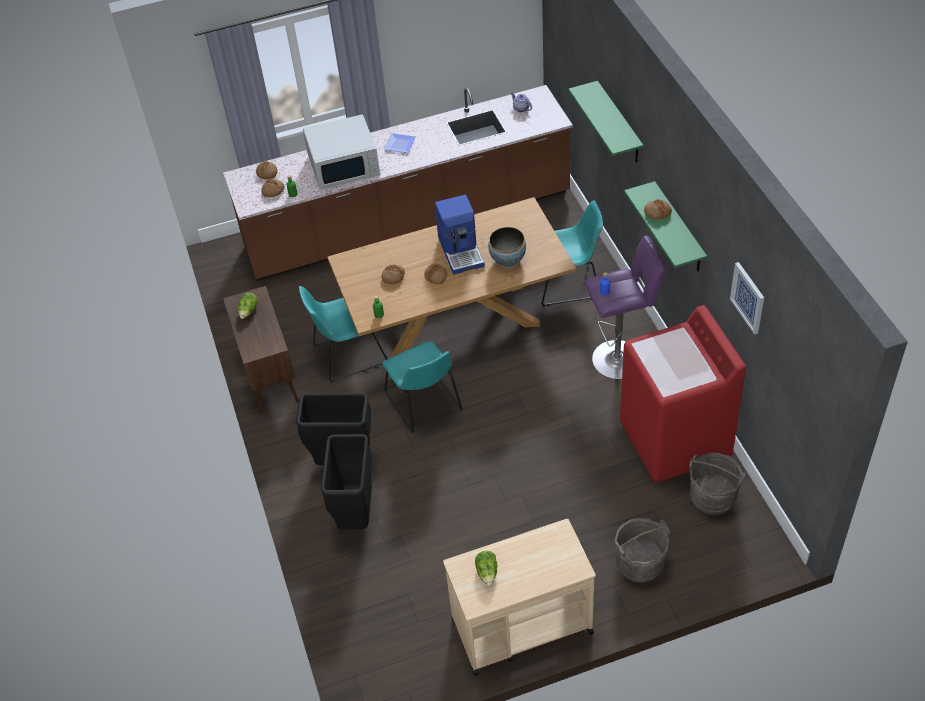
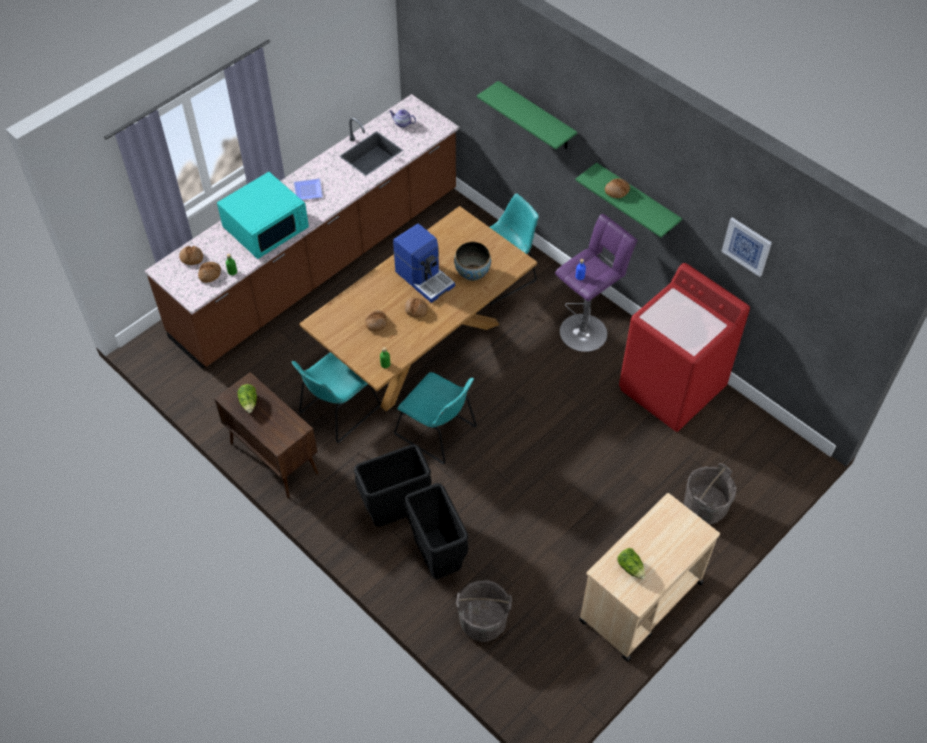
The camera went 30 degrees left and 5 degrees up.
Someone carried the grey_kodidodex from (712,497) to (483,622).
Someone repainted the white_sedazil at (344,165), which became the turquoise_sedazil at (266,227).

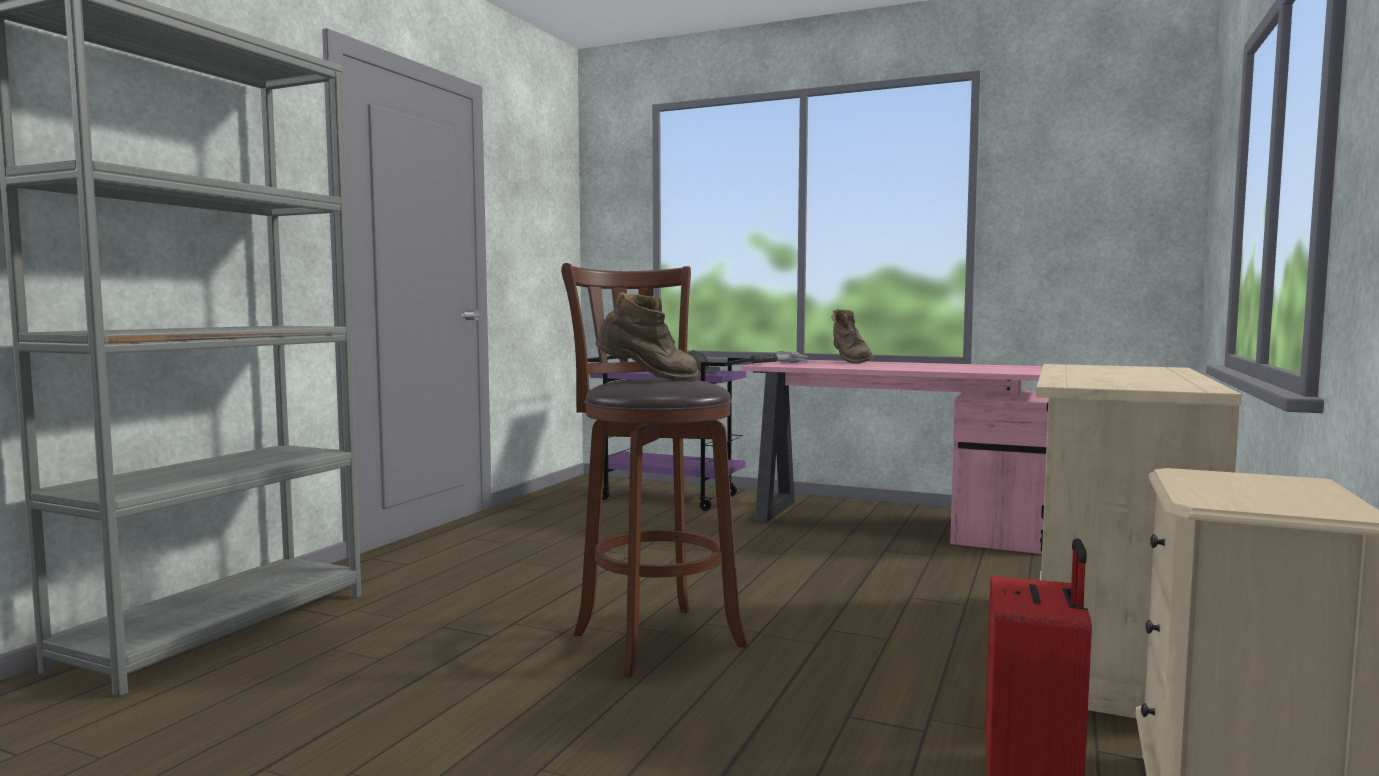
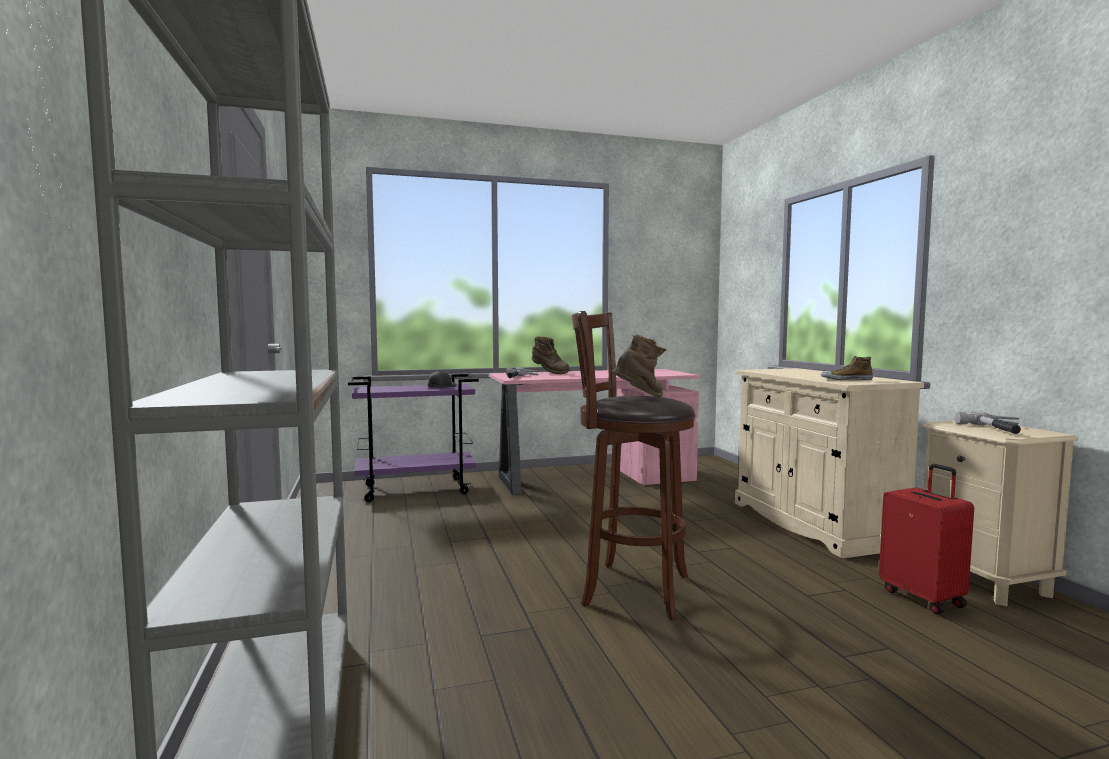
The camera went 40 degrees left and 0 degrees up.
Someone put down the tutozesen at (846,379).
Someone put down the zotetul at (1001,429).

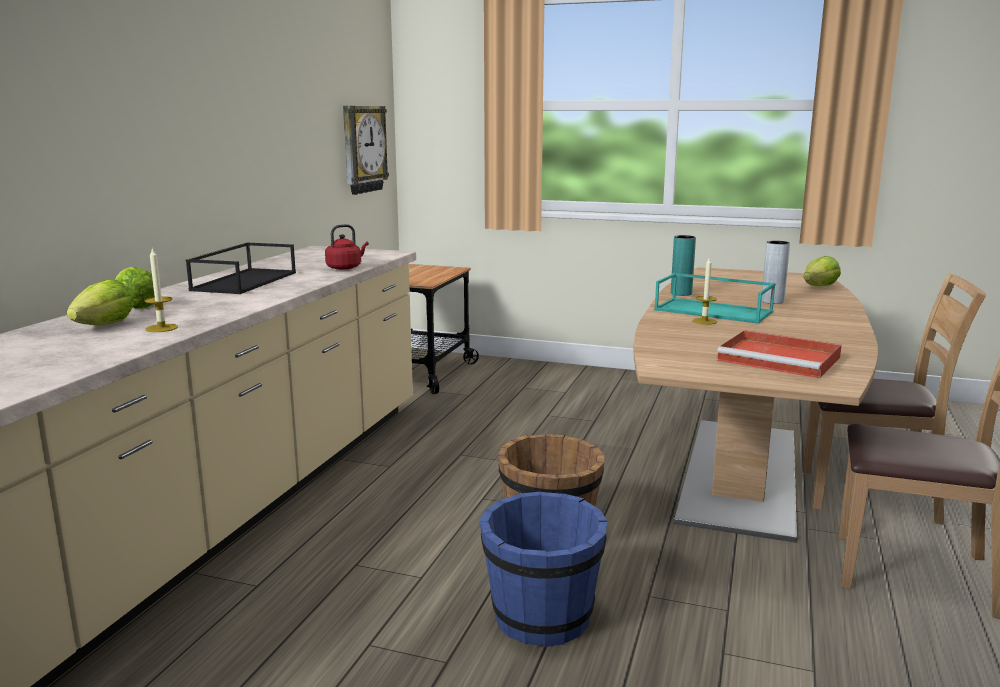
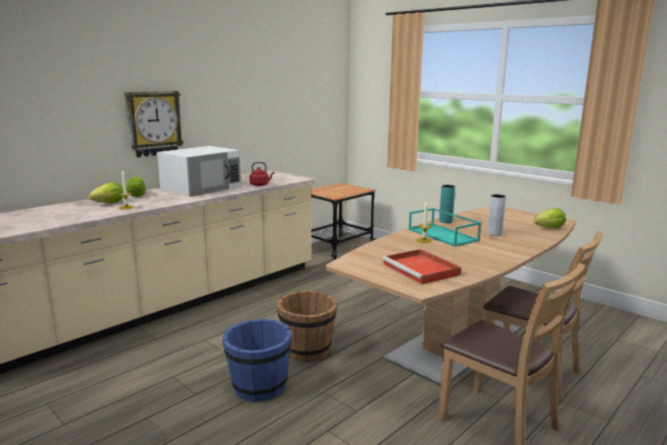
The camera went 25 degrees right and 0 degrees up.
Someone carried the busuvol from (362,149) to (153,123).
Someone swapped the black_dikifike at (244,281) for the white_sedazil at (202,187).

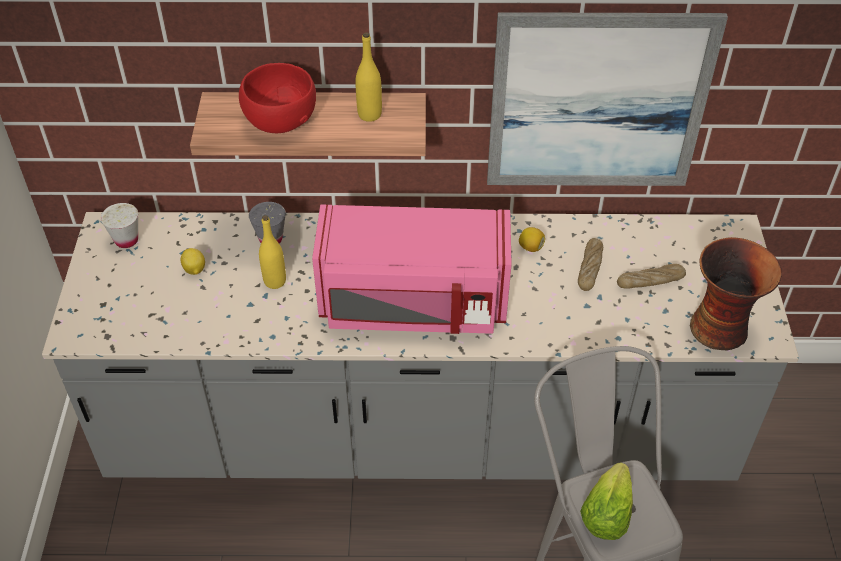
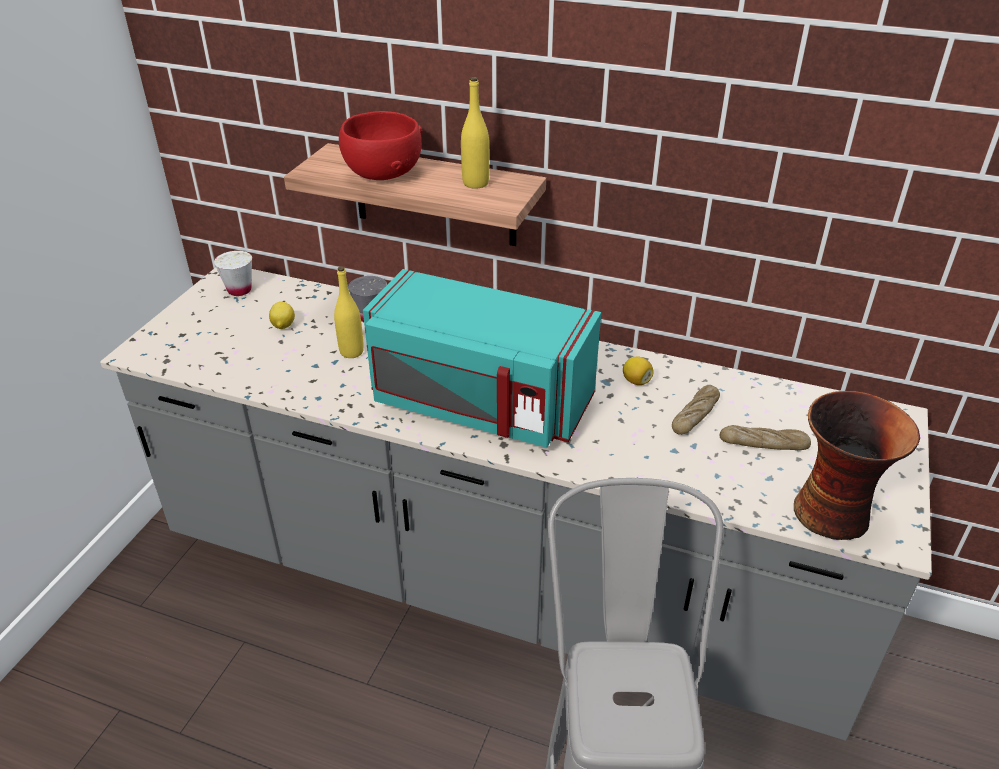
The camera went 20 degrees right and 10 degrees down.
Someone took away the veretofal at (597,103).
Someone took away the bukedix at (606,515).
Someone repainted the pink_sedazil at (413,304), which became the turquoise_sedazil at (478,403).

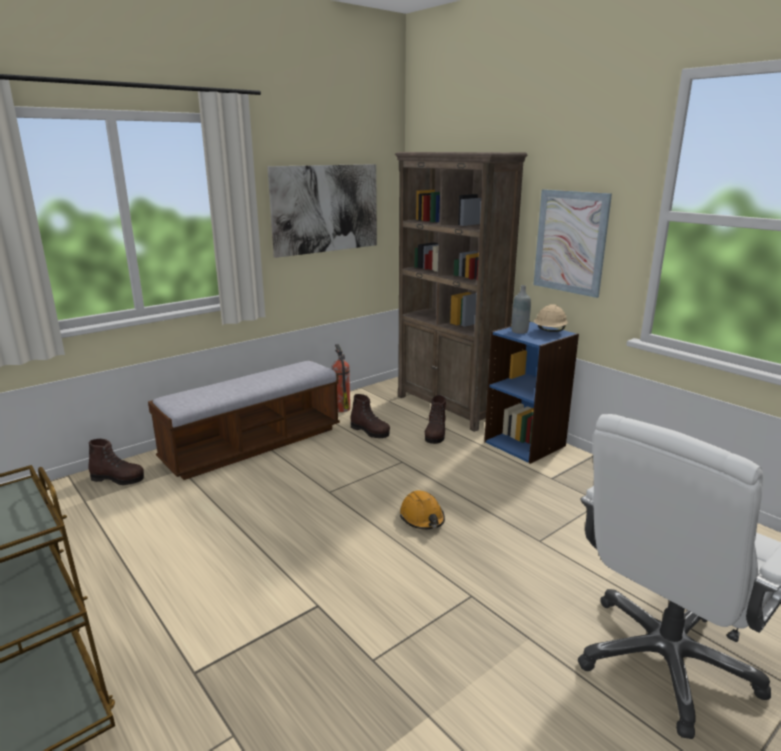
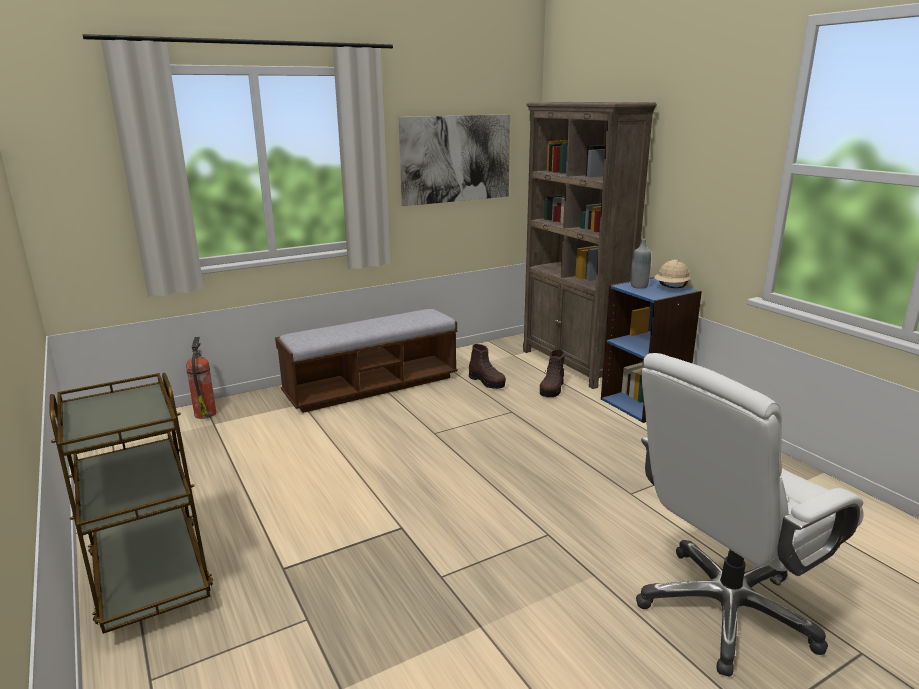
The camera went 10 degrees right and 0 degrees up.
Someone took away the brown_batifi at (118,479).
Someone took away the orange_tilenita at (422,518).
Someone took away the veretofal at (570,242).
Someone carried the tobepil from (341,408) to (205,413).

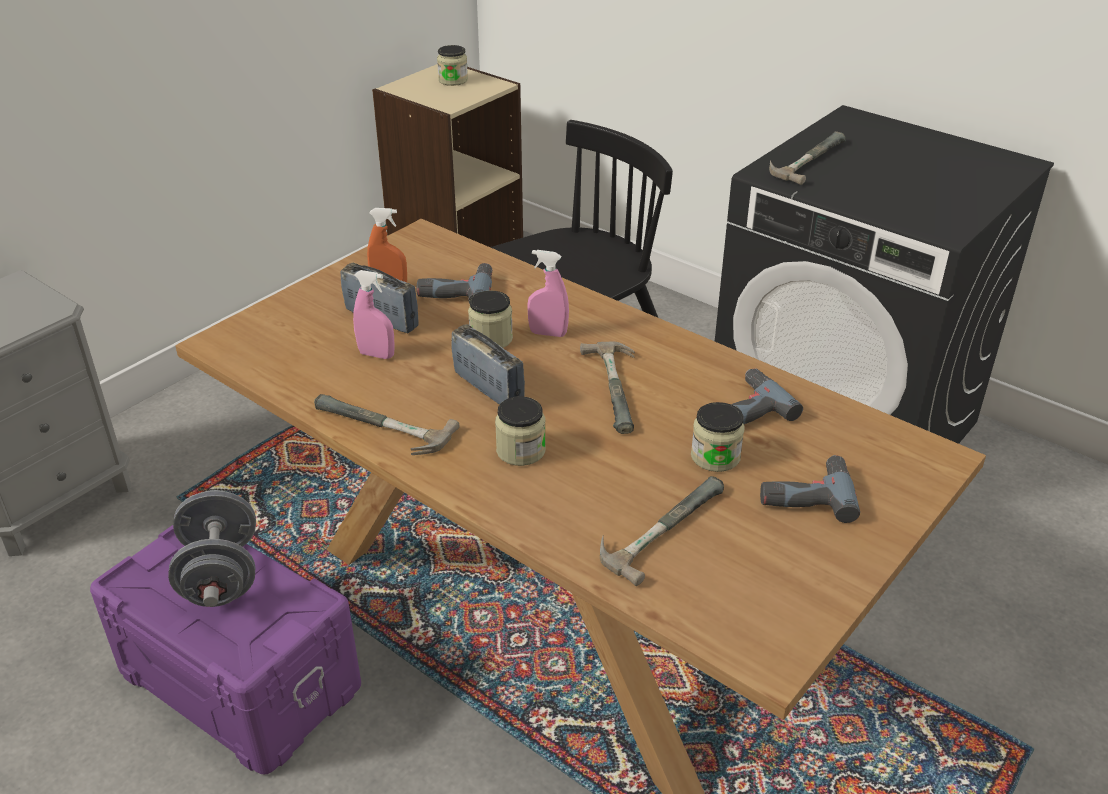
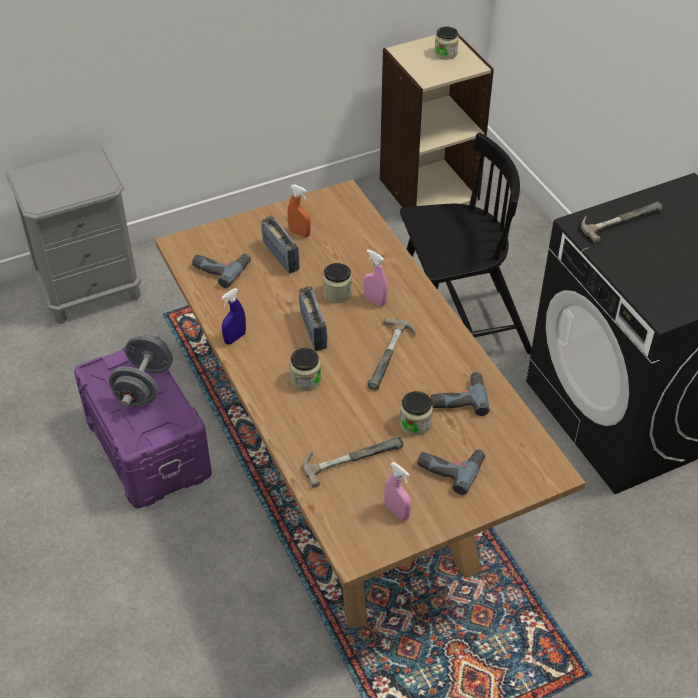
The camera went 25 degrees right and 10 degrees up.
Someone carried the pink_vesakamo from (376,355) to (397,512).
Someone carried the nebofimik from (456,290) to (221,268).
Someone swapped the zotetul at (378,430) for the blue_vesakamo at (235,338).

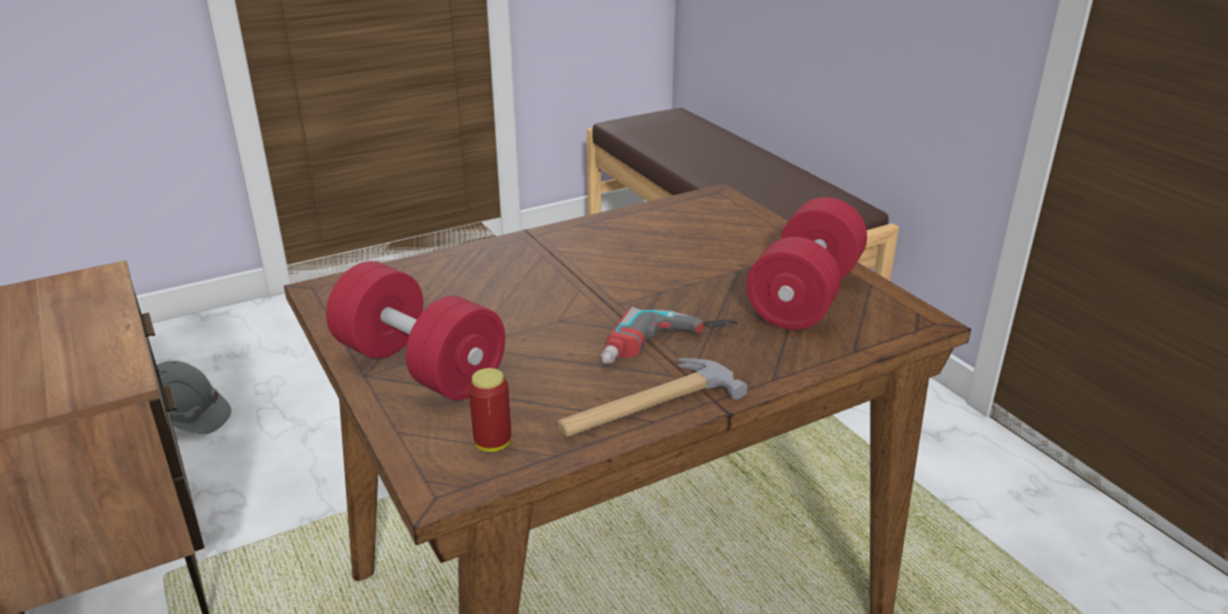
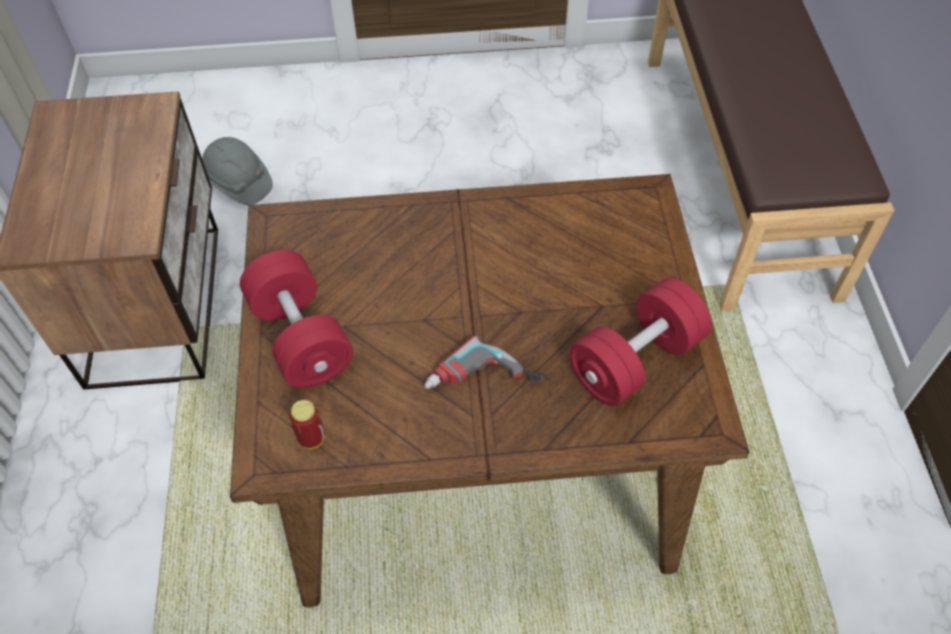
The camera went 25 degrees right and 25 degrees up.
Someone took away the zotetul at (646,405).

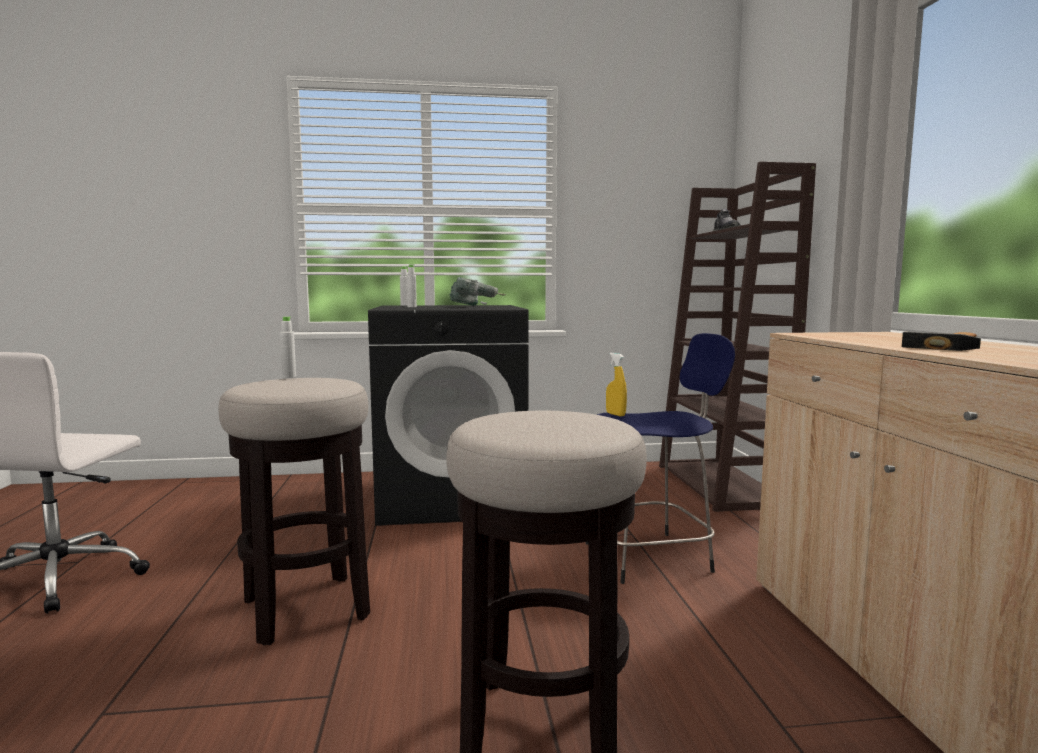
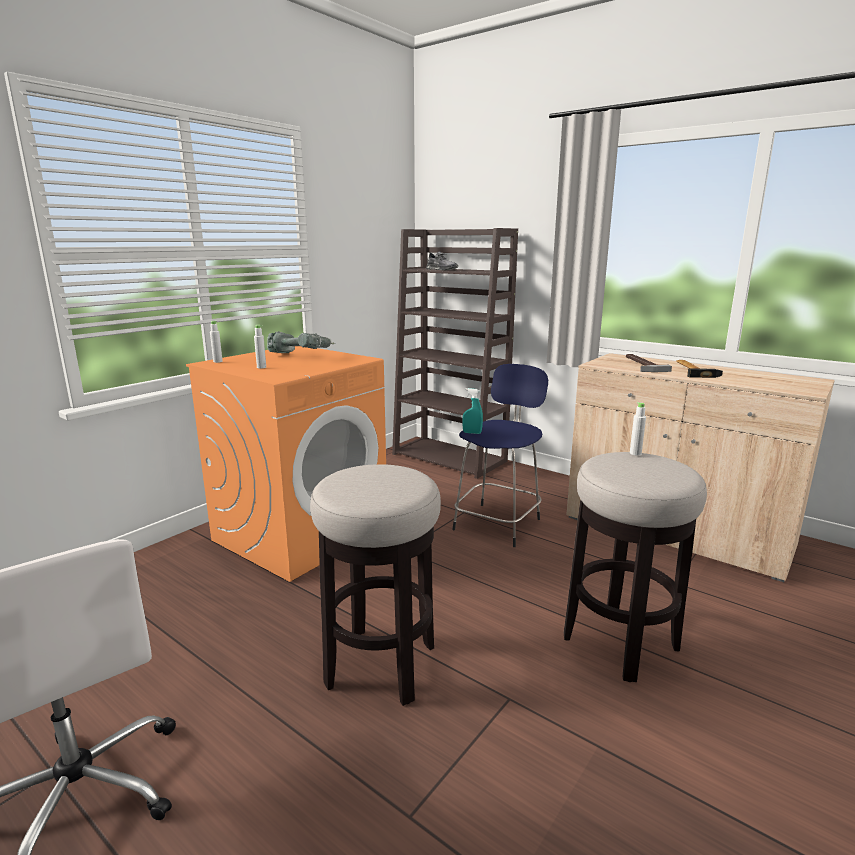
The camera went 45 degrees left and 10 degrees up.
Someone put down the zotetul at (640,364).
Someone carried the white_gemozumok from (289,377) to (635,453).
Someone repainted the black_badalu at (452,498), which became the orange_badalu at (301,533).
Someone repainted the yellow_vesakamo at (615,414), which became the turquoise_vesakamo at (472,433).

